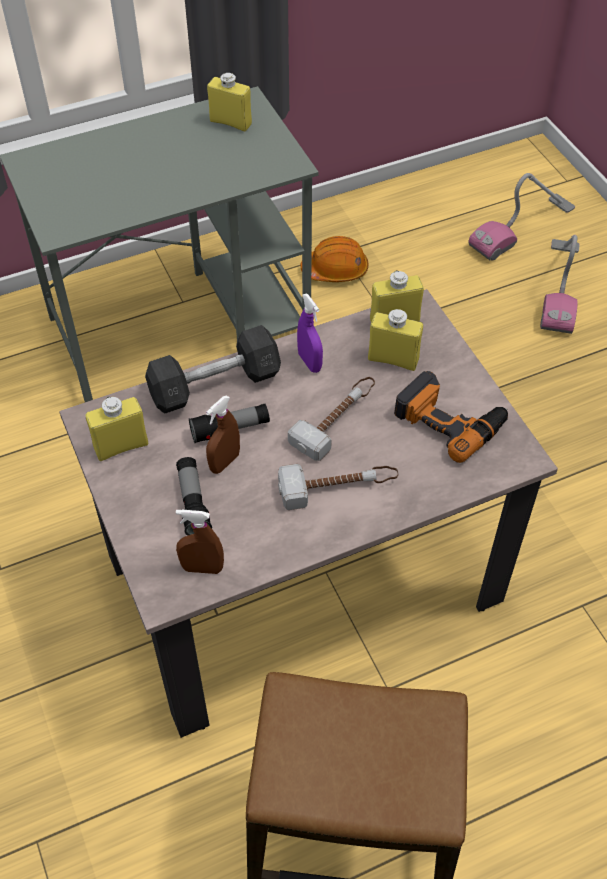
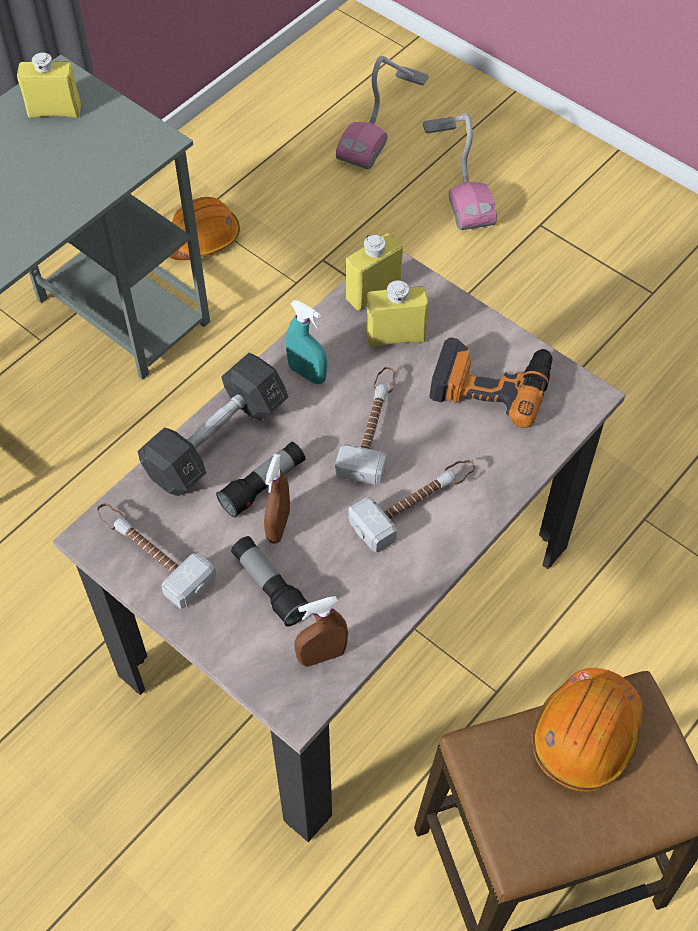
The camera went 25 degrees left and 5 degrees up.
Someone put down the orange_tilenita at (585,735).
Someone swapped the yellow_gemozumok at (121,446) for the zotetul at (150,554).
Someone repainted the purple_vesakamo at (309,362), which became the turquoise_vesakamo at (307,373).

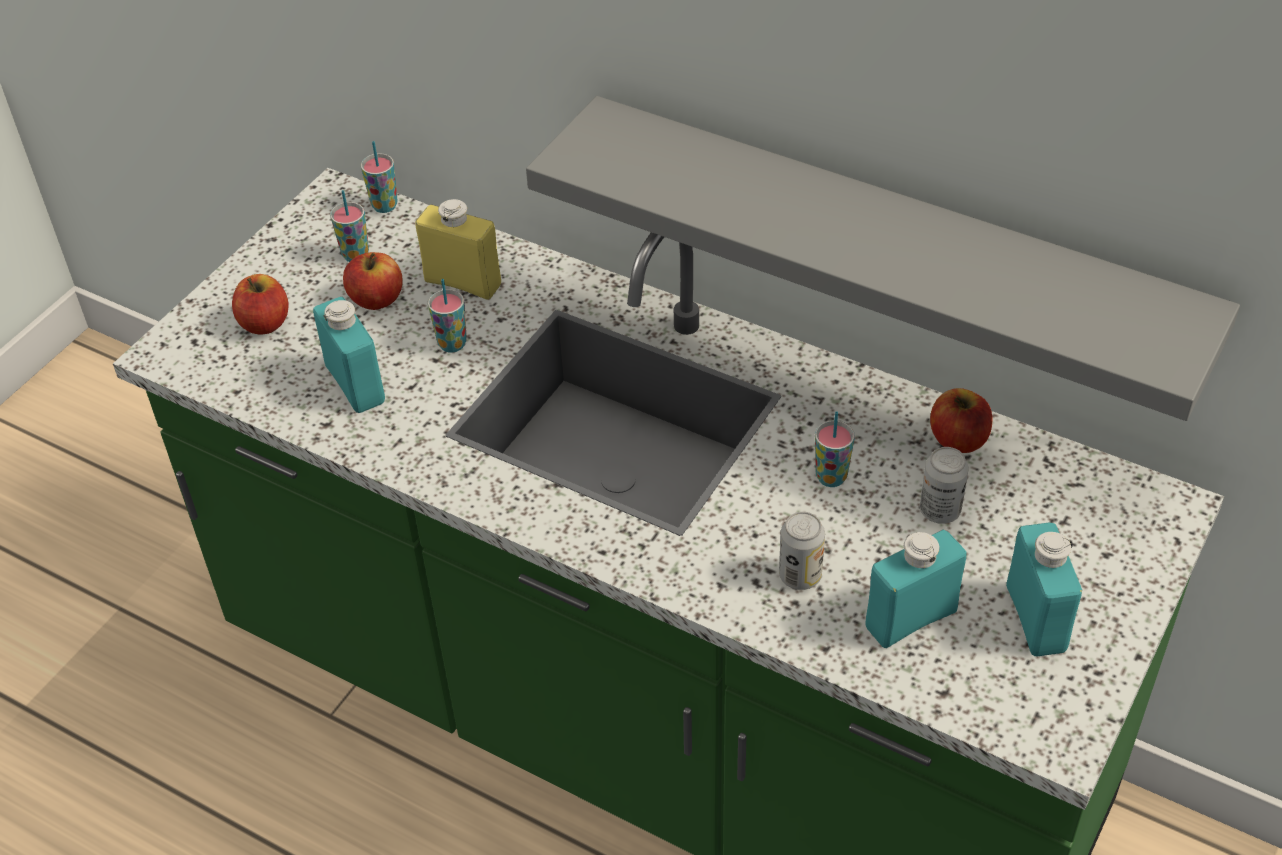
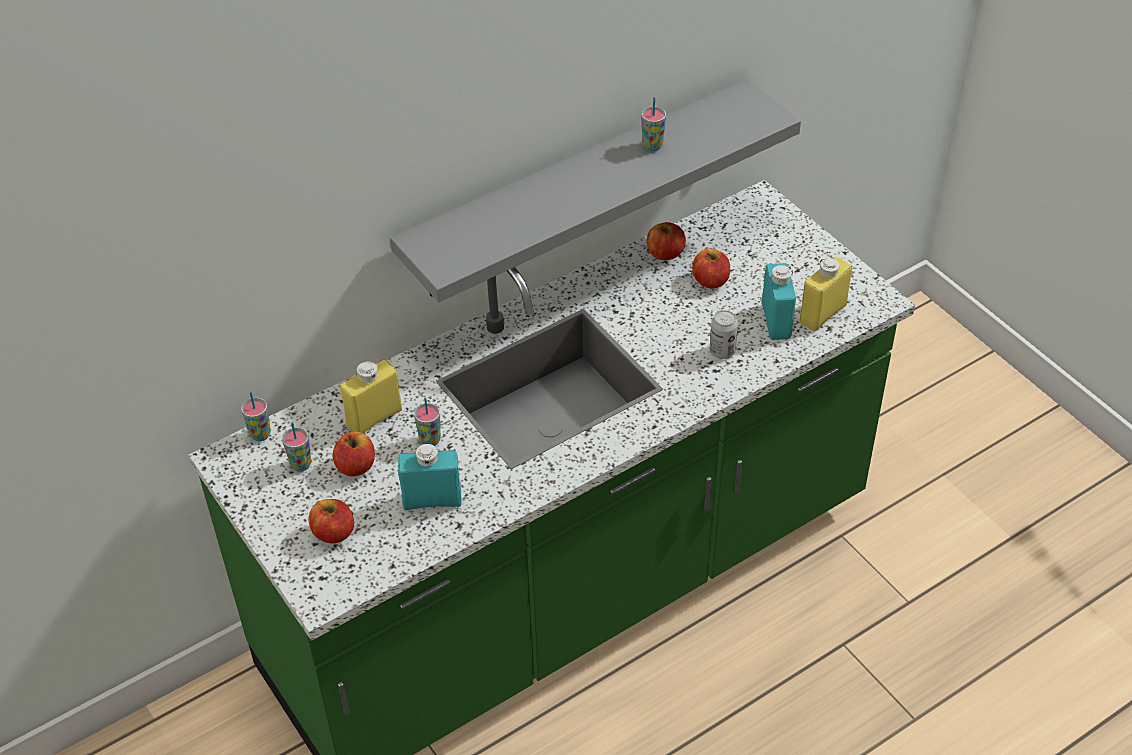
The camera went 65 degrees left and 0 degrees up.
Someone took away the turquoise_gemozumok at (1035,618).
Someone put down the yellow_gemozumok at (822,314).
Someone carried the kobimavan from (831,477) to (652,146).
Someone swapped the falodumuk at (940,511) for the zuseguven at (710,281).

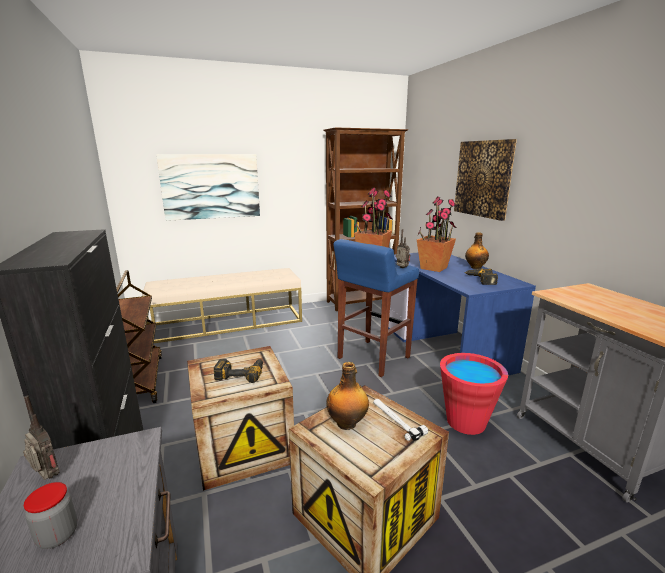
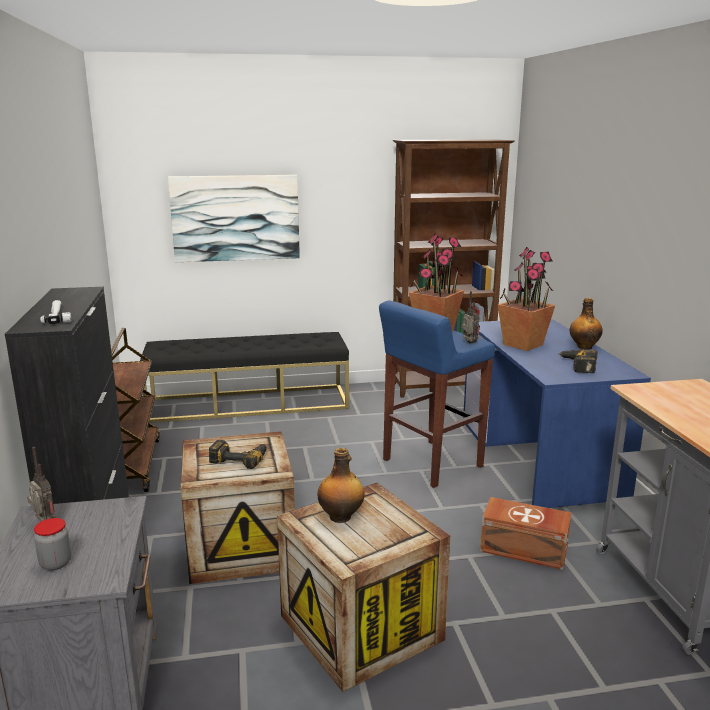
The camera went 10 degrees right and 0 degrees up.
Someone took away the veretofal at (483,179).
Someone carried the zotetul from (396,420) to (57,314).
Someone swapped the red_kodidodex at (466,422) for the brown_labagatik at (525,550).
Someone repainted the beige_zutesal at (228,323), which became the black_zutesal at (249,403).

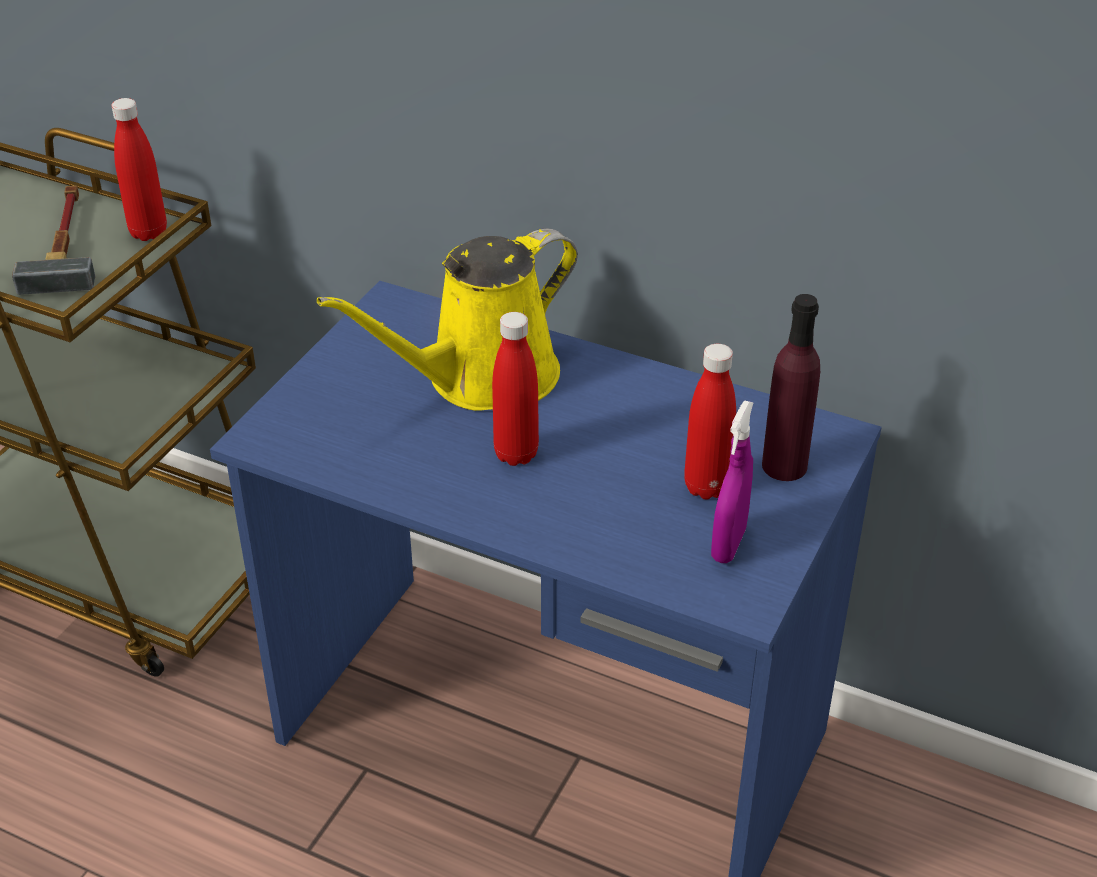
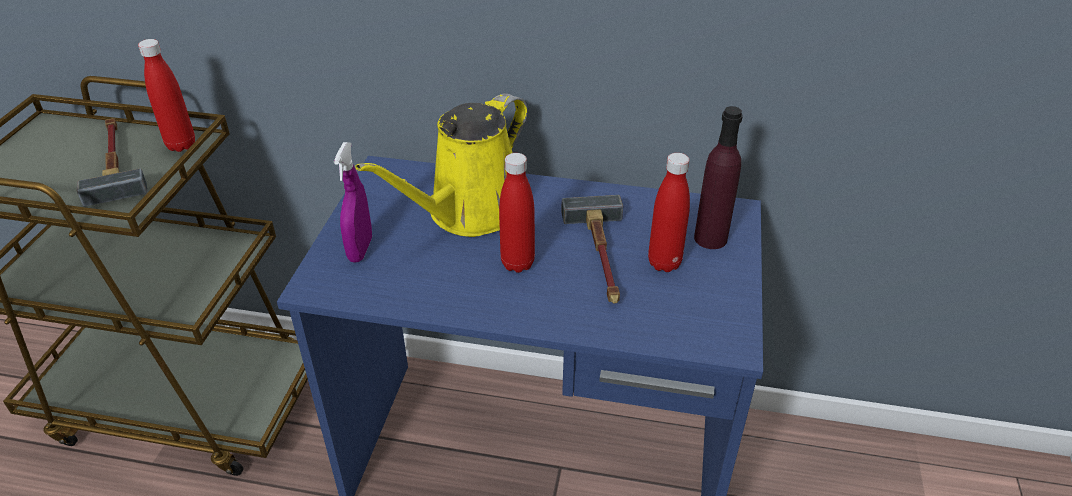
The camera went 15 degrees left and 0 degrees up.
Someone put down the zotetul at (601,257).
Someone carried the purple_vesakamo from (728,544) to (360,249).

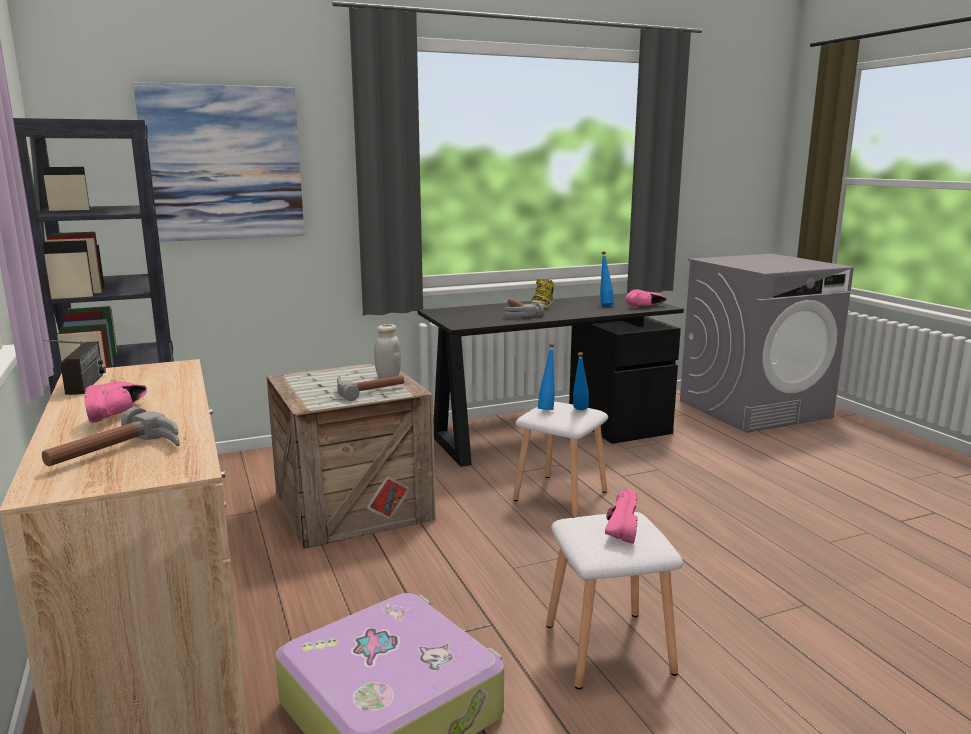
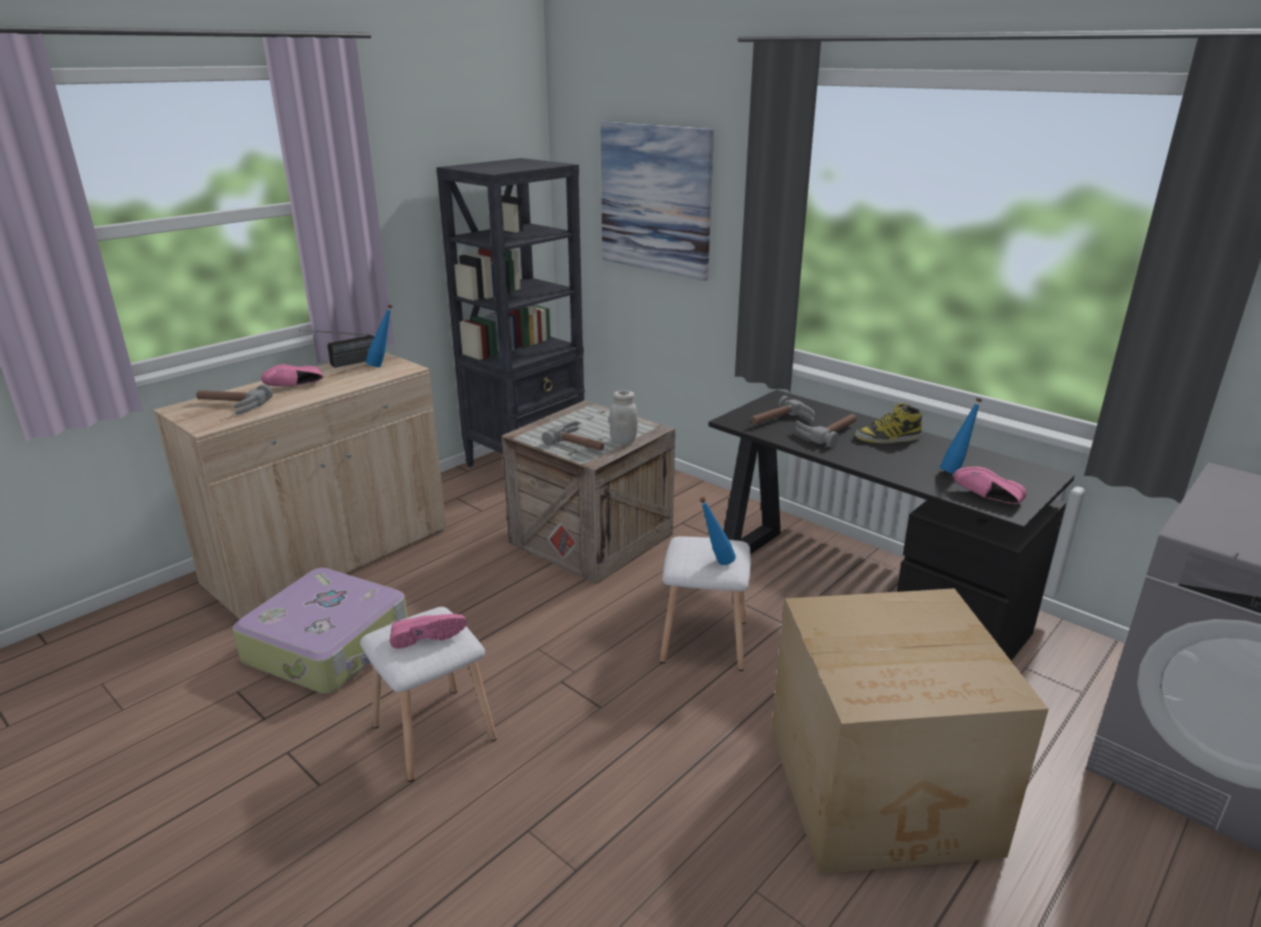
The camera went 65 degrees right and 10 degrees up.
Someone put down the zotetul at (781,422).
Someone put down the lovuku at (883,792).
Someone carried the blue_gemozumok from (547,408) to (383,366).

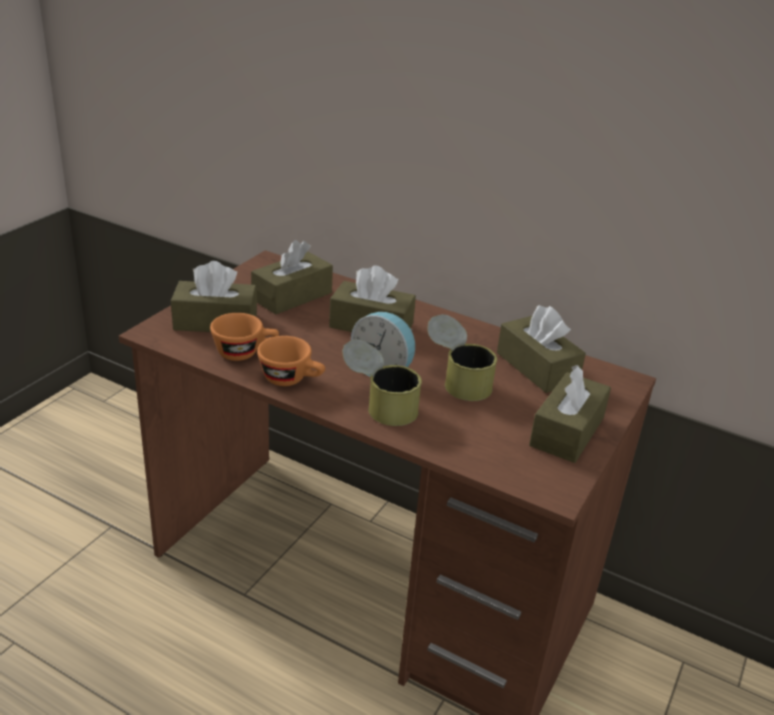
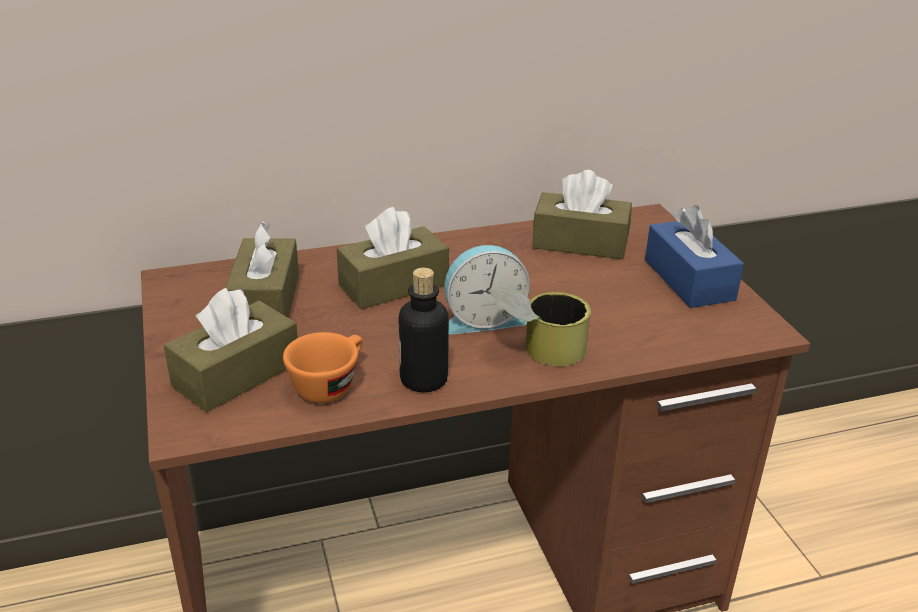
The camera went 45 degrees left and 0 degrees up.
Someone took away the falodumuk at (457,380).
Someone swapped the orange_kobimavan at (292,379) for the gemozumok at (423,379).
Someone repainted the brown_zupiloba at (567,431), which became the blue_zupiloba at (689,280).

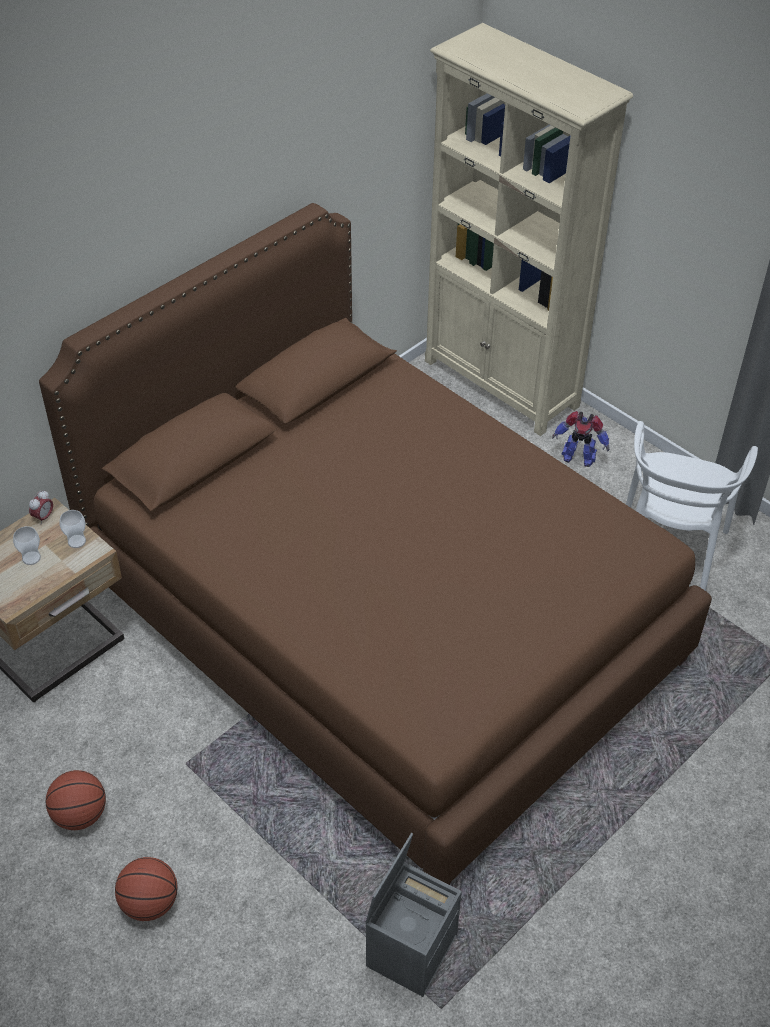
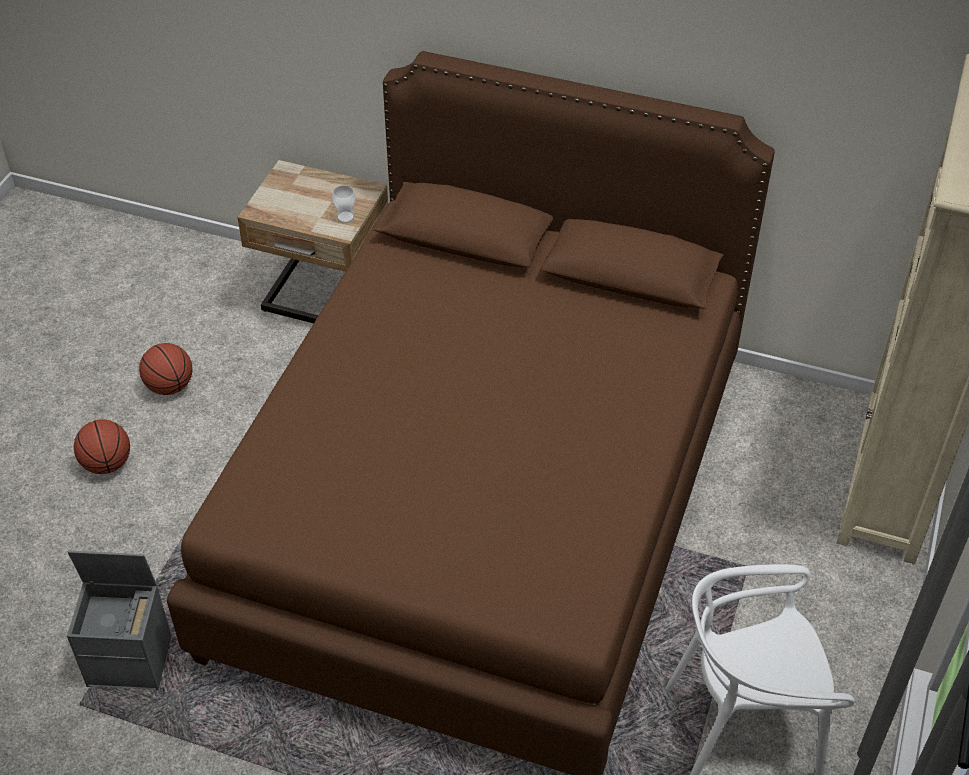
The camera went 65 degrees right and 0 degrees up.
Someone took away the kobimavan at (31,558).
Someone took away the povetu at (43,517).
Someone took away the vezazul at (578,457).

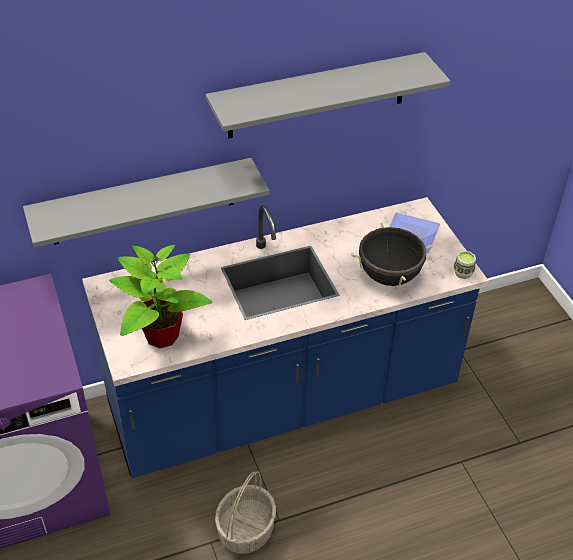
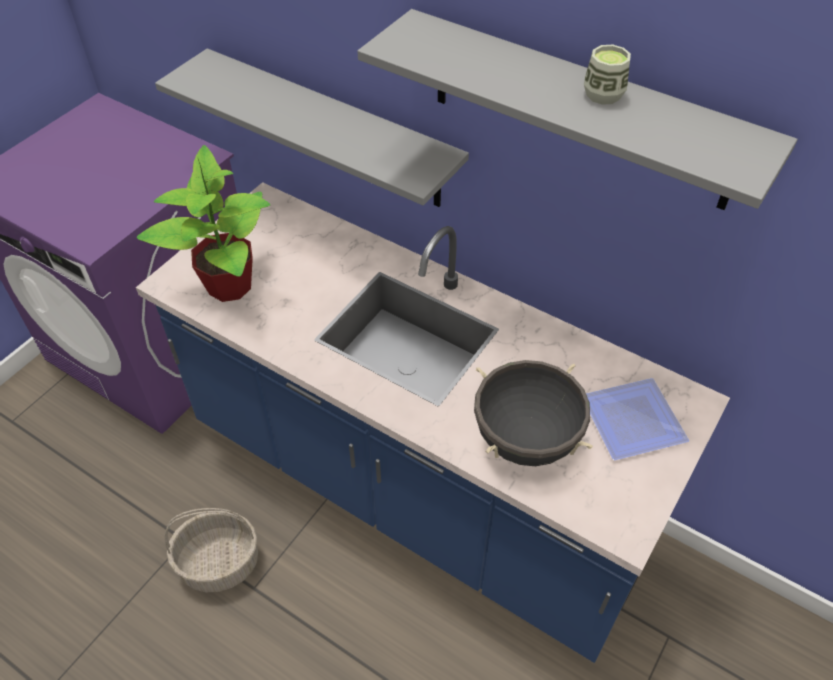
The camera went 55 degrees right and 5 degrees up.
Someone carried the kobimavan from (463,273) to (603,95).

